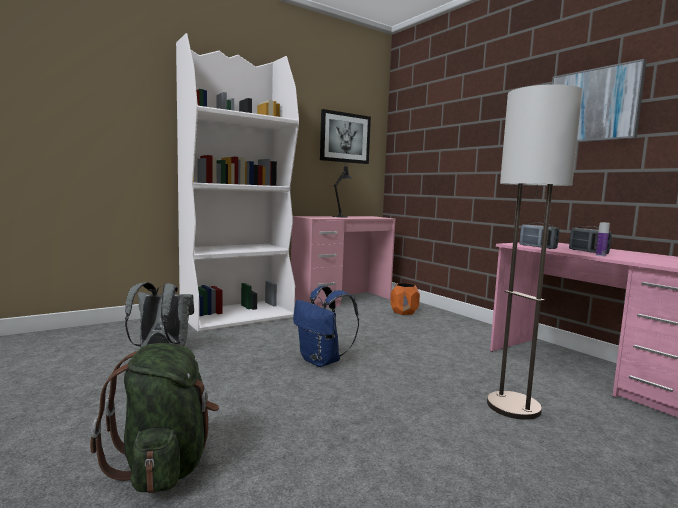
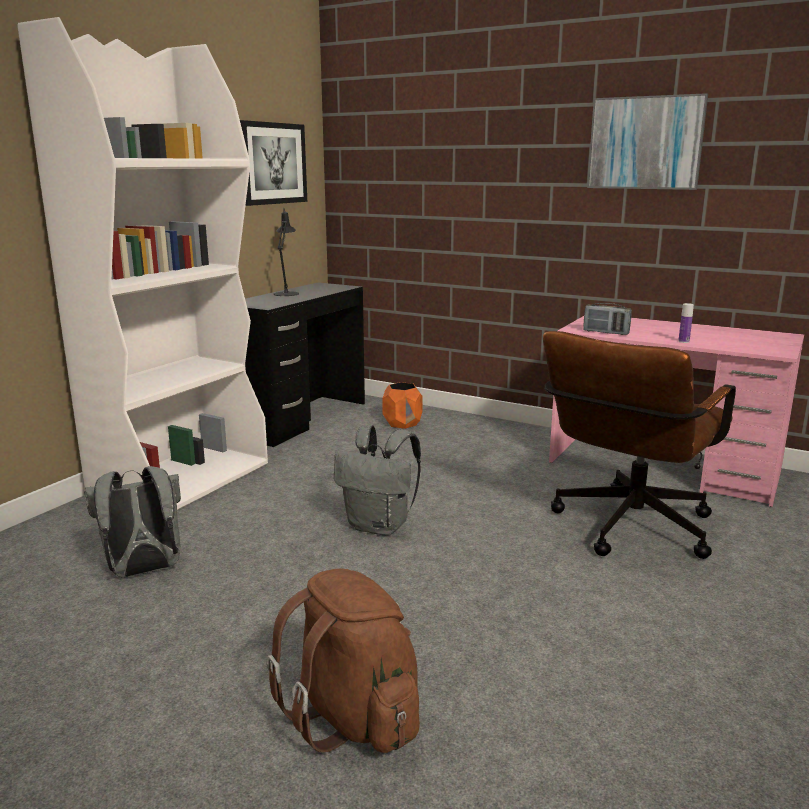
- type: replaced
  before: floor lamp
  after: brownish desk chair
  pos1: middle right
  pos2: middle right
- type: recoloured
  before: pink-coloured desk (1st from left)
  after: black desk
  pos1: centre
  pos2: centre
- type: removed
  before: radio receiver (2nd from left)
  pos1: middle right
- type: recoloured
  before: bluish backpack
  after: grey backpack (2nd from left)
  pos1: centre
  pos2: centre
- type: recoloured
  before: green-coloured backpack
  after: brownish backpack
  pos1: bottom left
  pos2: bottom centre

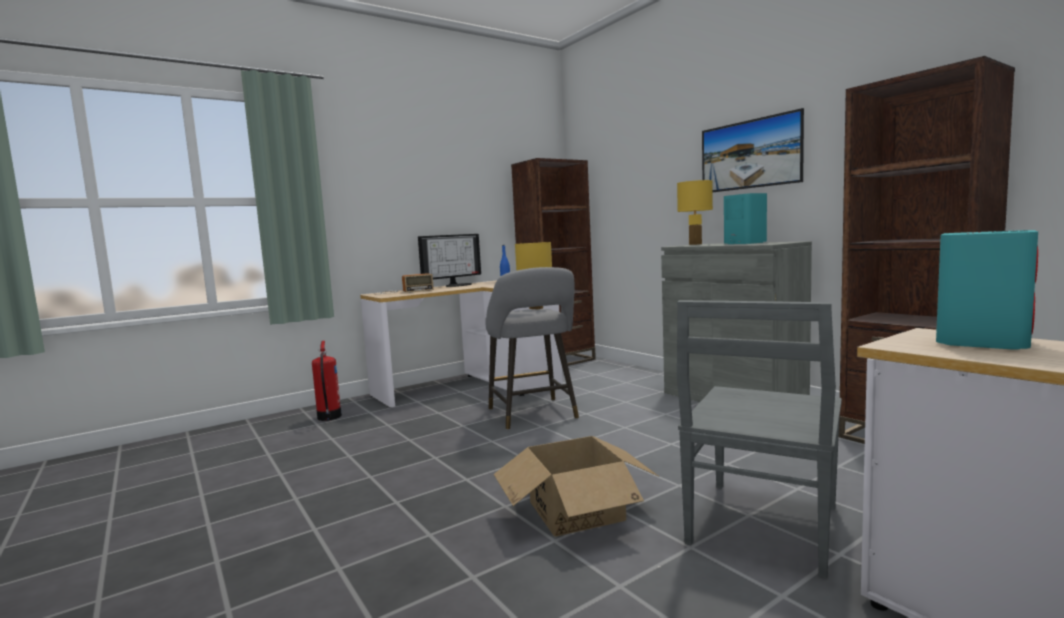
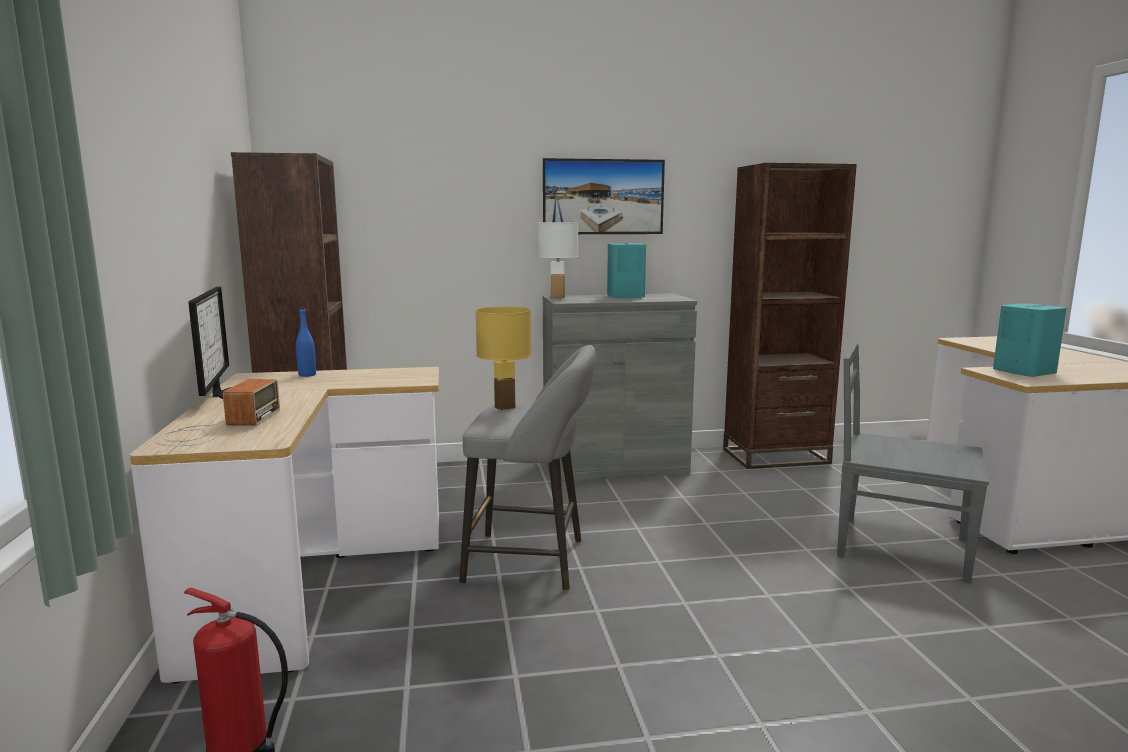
- type: recoloured
  before: yellow-coloured tabletop lamp (2nd from left)
  after: whitish tabletop lamp
  pos1: centre
  pos2: centre
- type: turned
  before: grey upright chair
  pos1: bottom right
  pos2: middle right
  turn: 150
- type: removed
  before: cardboard box
  pos1: bottom centre

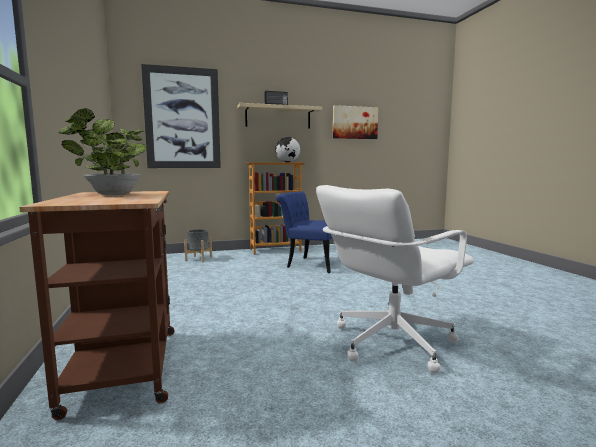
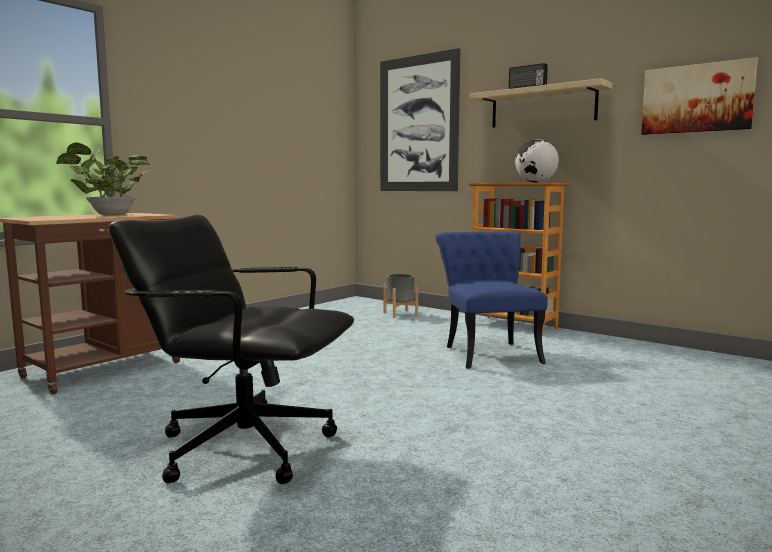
- type: recoloured
  before: whitish desk chair
  after: black desk chair
  pos1: centre
  pos2: middle left

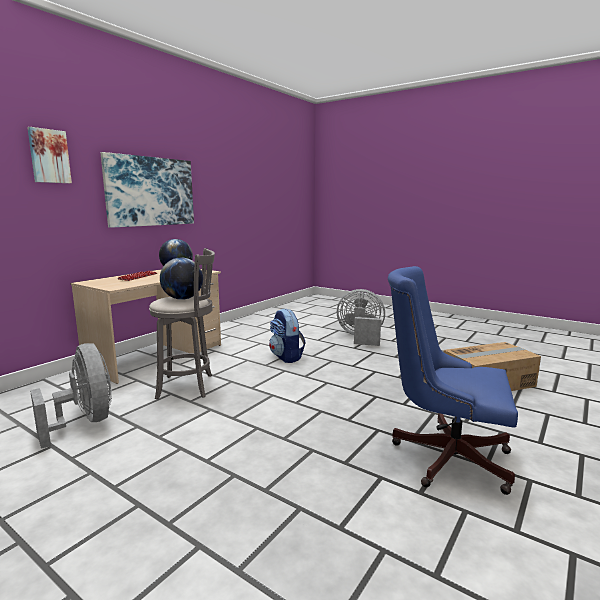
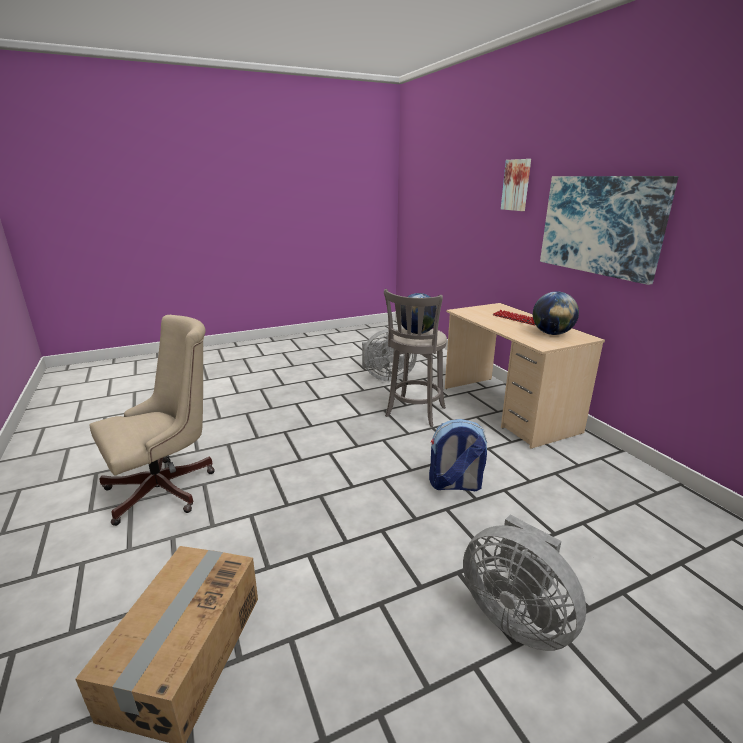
- type: recoloured
  before: bluish desk chair
  after: sand-coloured desk chair
  pos1: middle right
  pos2: middle left
- type: turned
  before: grey cooling fan (2nd from left)
  pos1: centre
  pos2: bottom right
  turn: 90

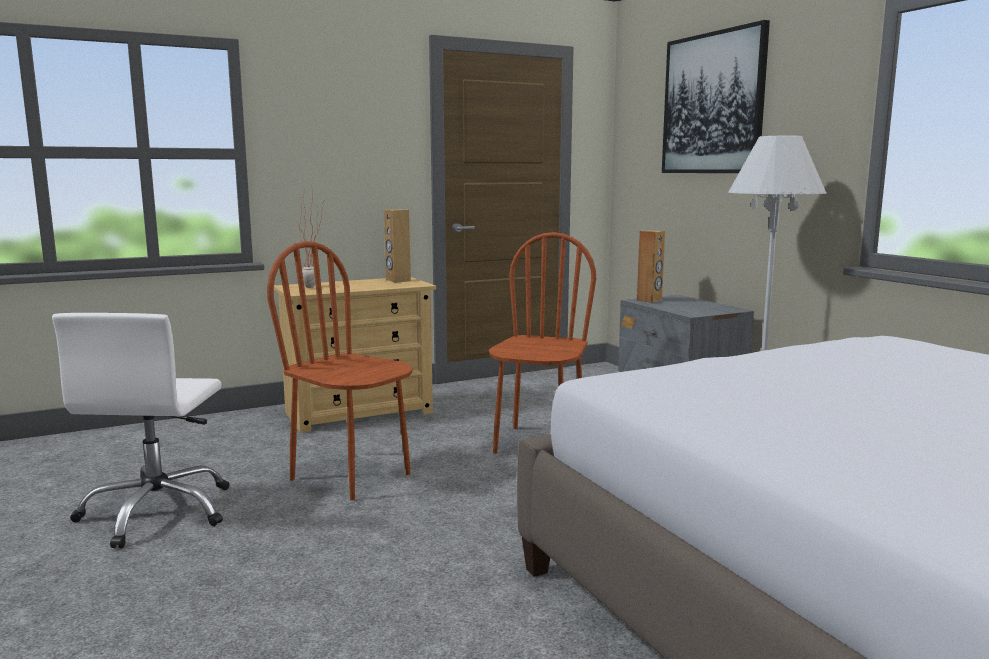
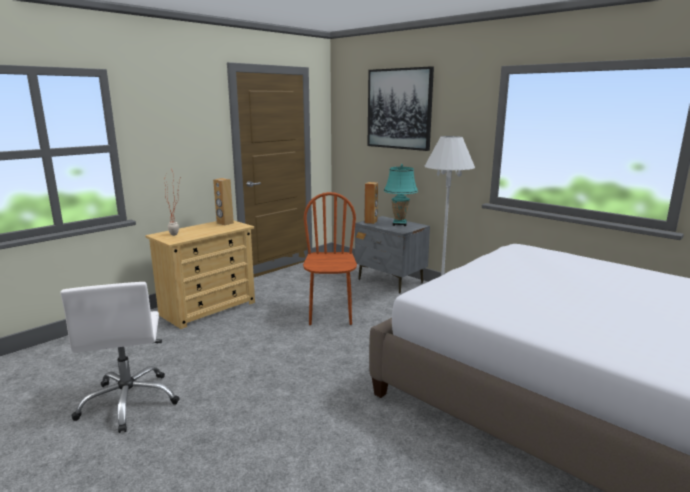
- type: removed
  before: brownish upright chair (1st from left)
  pos1: centre
- type: added
  after: turquoise-coloured tabletop lamp
  pos2: centre

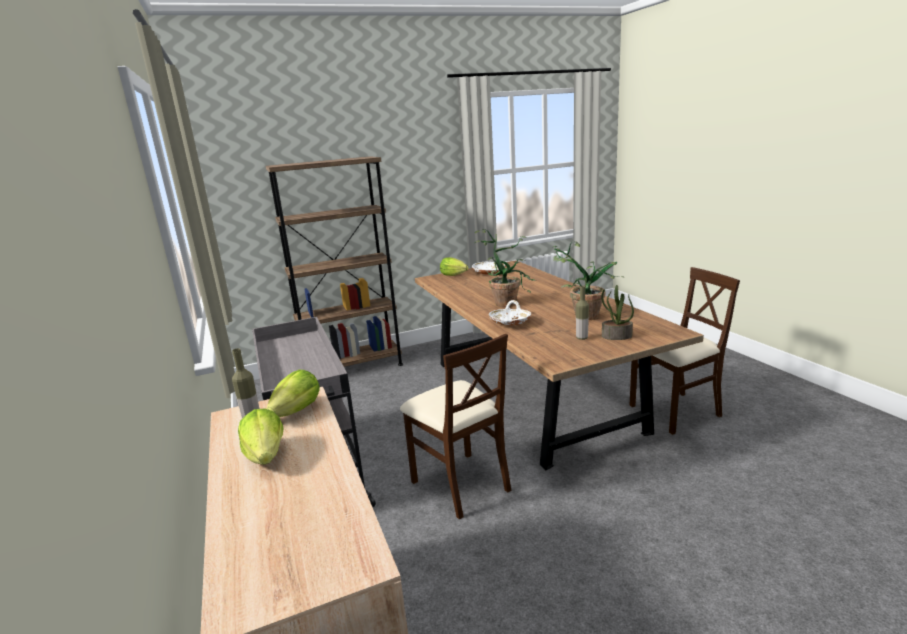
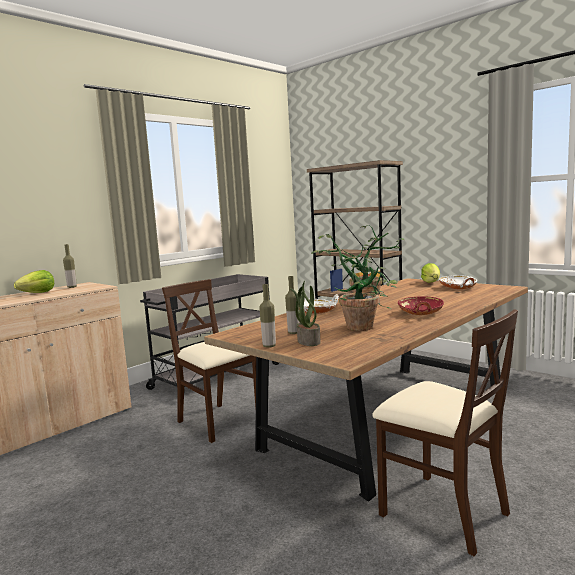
- type: turned
  before: sand-coloured upright chair (1st from left)
  pos1: bottom centre
  pos2: centre
  turn: 105
- type: removed
  before: lettuce (2nd from left)
  pos1: middle left
- type: added
  after: beverage bottle (2nd from left)
  pos2: centre
- type: added
  after: reddish deep dish
  pos2: middle right

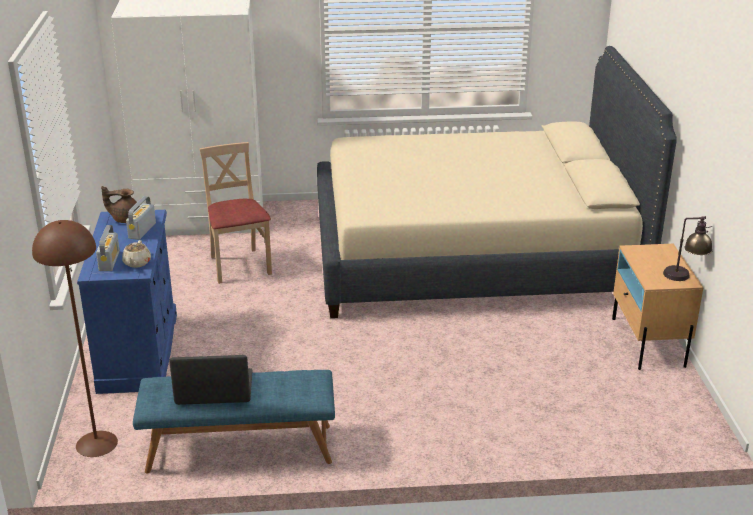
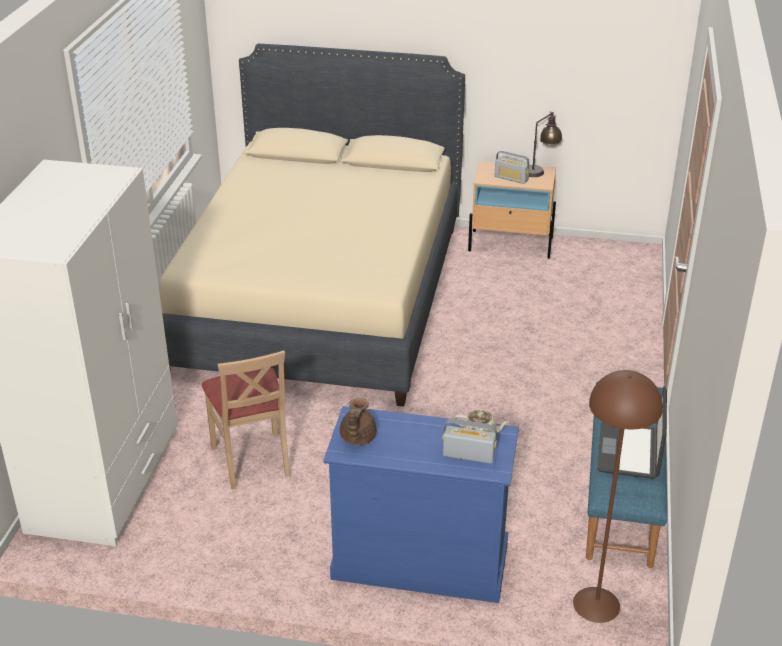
- type: turned
  before: sand-coloured upright chair
  pos1: middle left
  pos2: middle left
  turn: -105
- type: moved
  before: radio receiver (2nd from left)
  pos1: middle left
  pos2: top centre

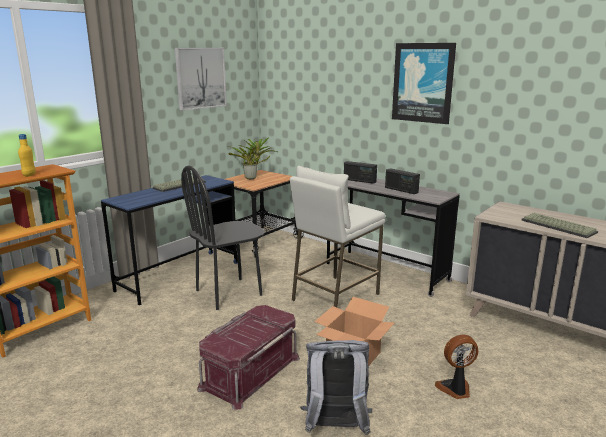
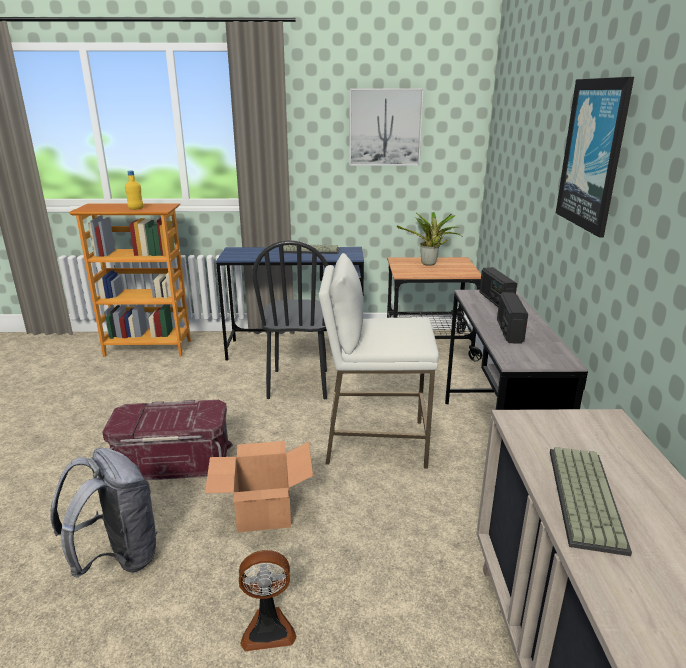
- type: turned
  before: black upright chair
  pos1: centre
  pos2: centre
  turn: -105
- type: turned
  before: cooling fan
  pos1: bottom right
  pos2: bottom centre
  turn: 135

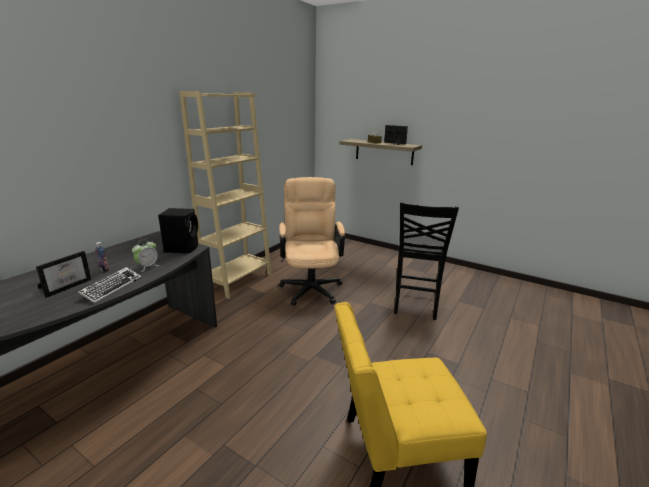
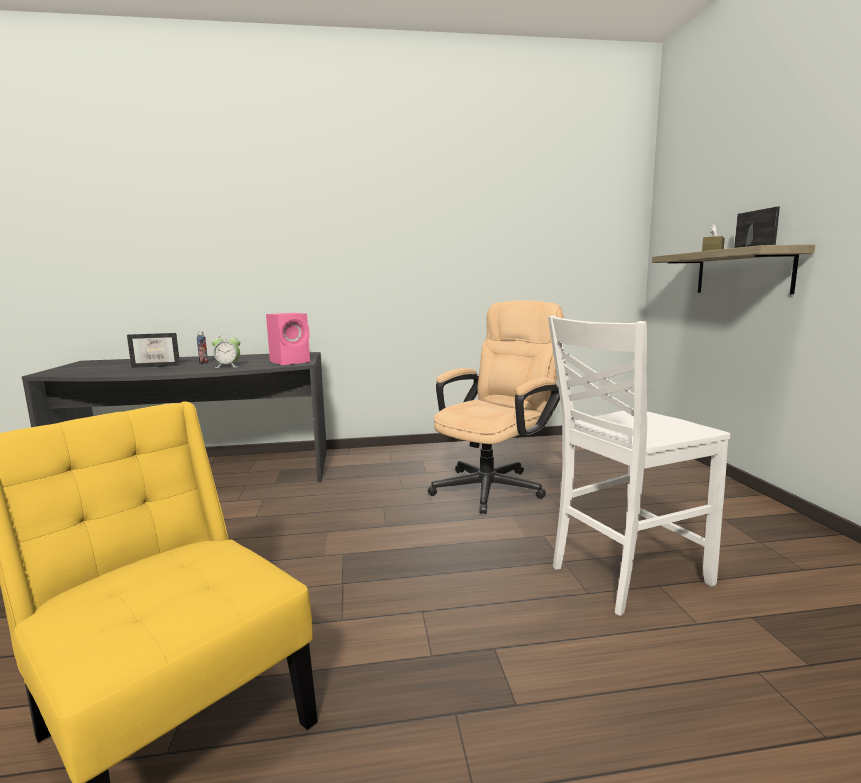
- type: removed
  before: sand-coloured shelving unit
  pos1: centre
- type: recoloured
  before: black upright chair
  after: whitish upright chair
  pos1: centre
  pos2: middle right
- type: recoloured
  before: black audio speaker
  after: pink-coloured audio speaker
  pos1: middle left
  pos2: centre
- type: removed
  before: computer keyboard
  pos1: middle left

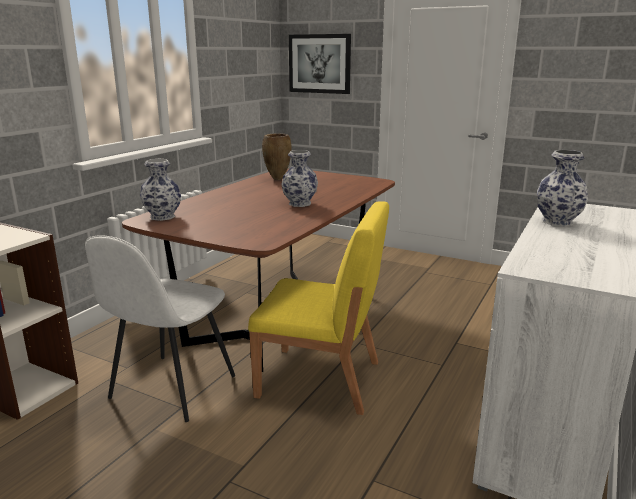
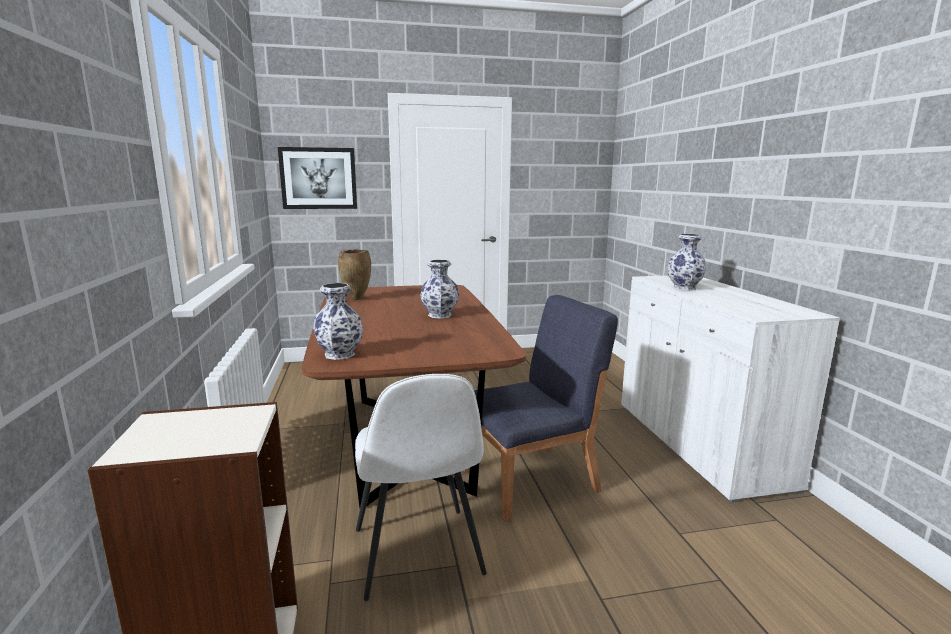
- type: recoloured
  before: yellow-coloured upright chair
  after: bluish upright chair
  pos1: centre
  pos2: centre

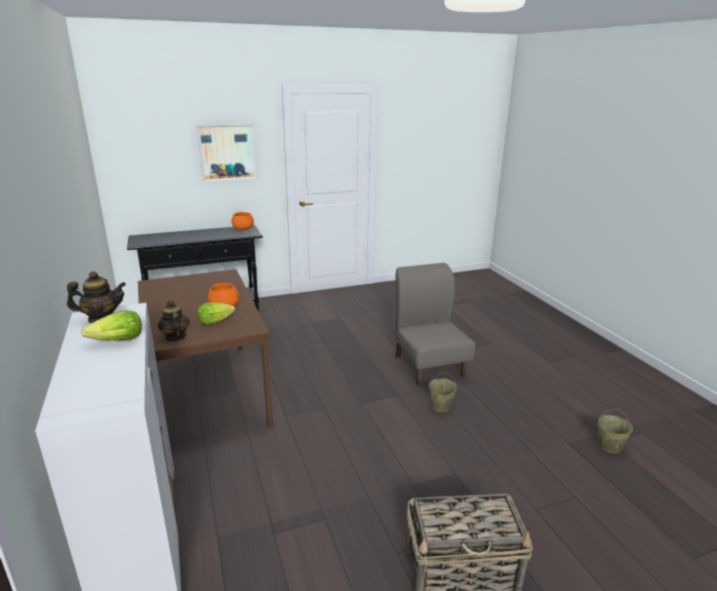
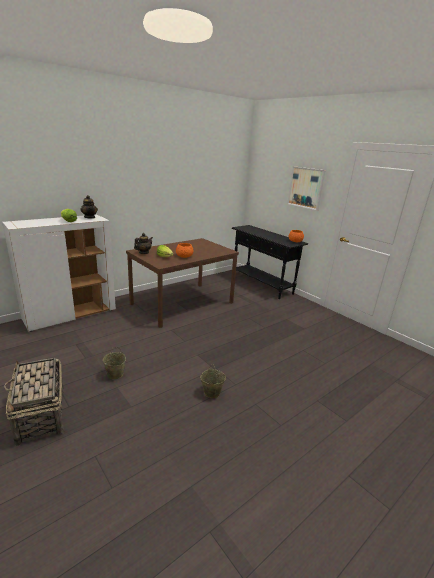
- type: removed
  before: grey upright chair
  pos1: centre
- type: moved
  before: sand-coloured pail (2nd from left in the first image)
  after: sand-coloured pail (1st from left)
  pos1: bottom right
  pos2: middle left

